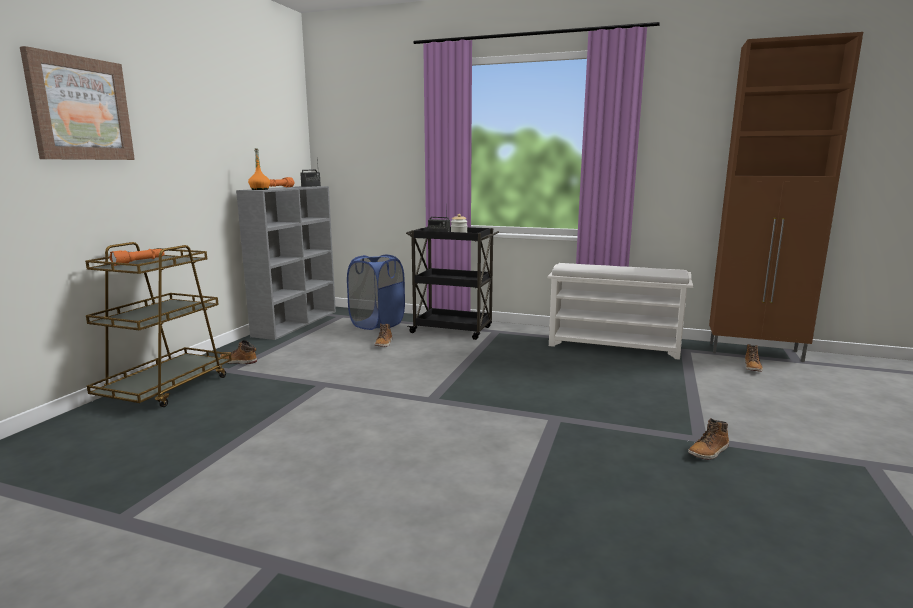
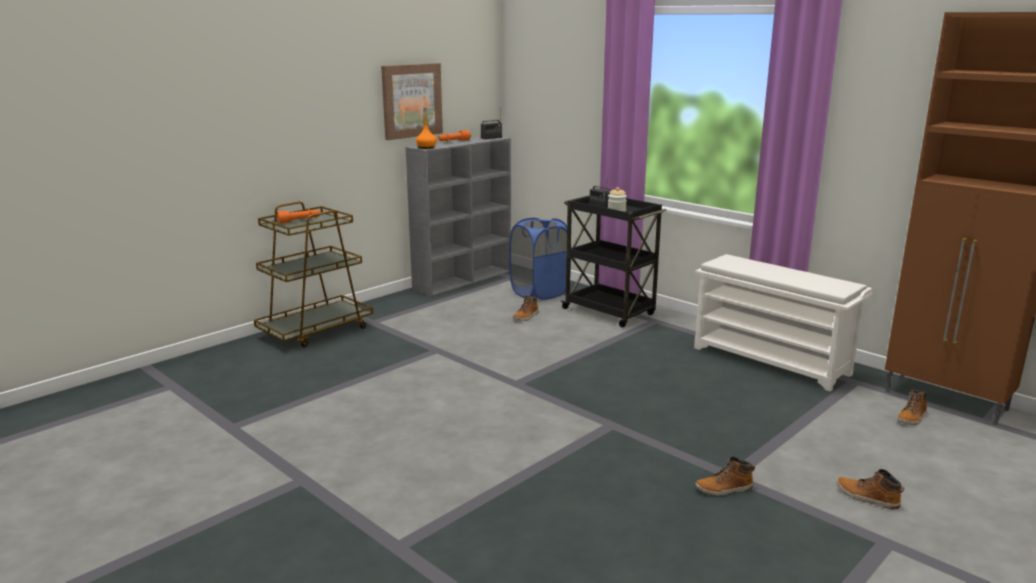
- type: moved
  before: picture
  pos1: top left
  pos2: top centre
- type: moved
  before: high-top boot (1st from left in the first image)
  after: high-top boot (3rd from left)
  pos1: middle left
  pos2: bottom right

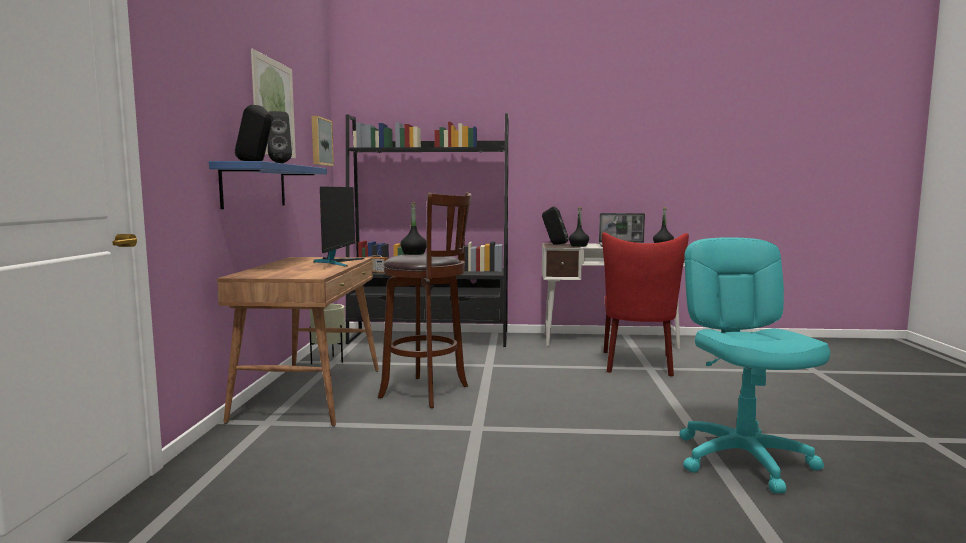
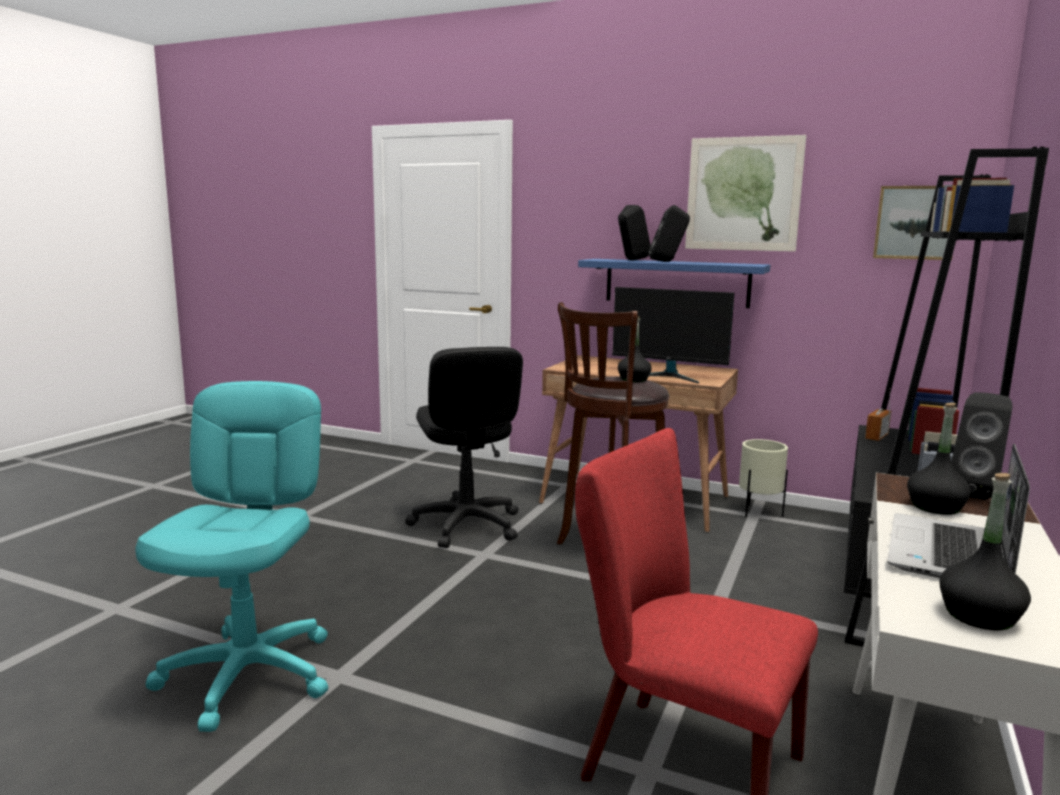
- type: turned
  before: turquoise-coloured desk chair
  pos1: bottom right
  pos2: bottom left
  turn: -105
- type: added
  after: black desk chair
  pos2: centre

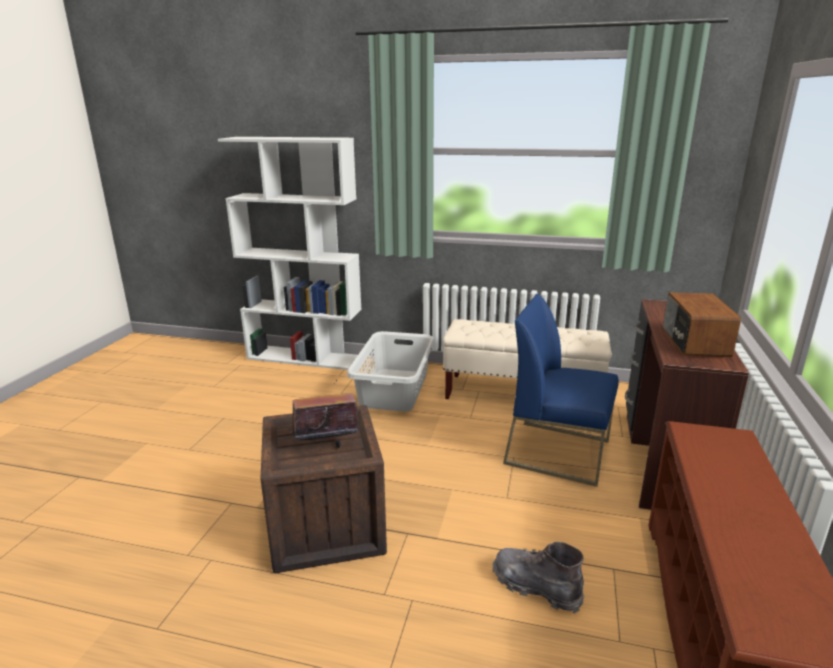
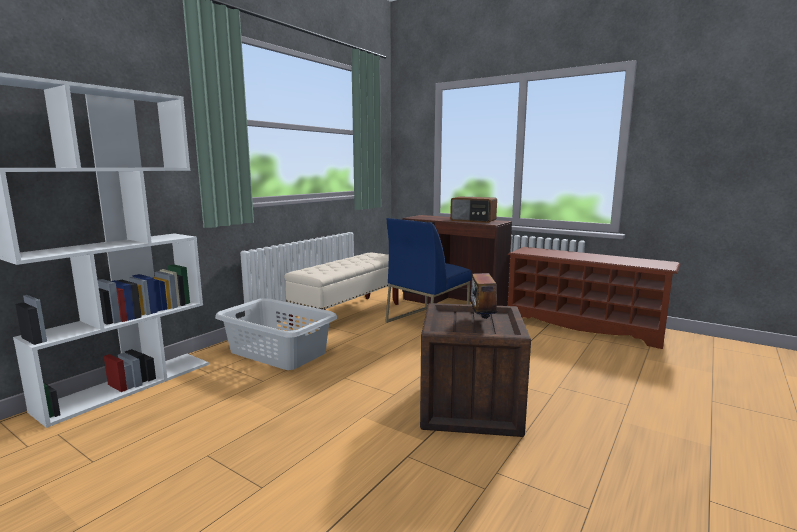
- type: removed
  before: grey high-top boot
  pos1: bottom centre

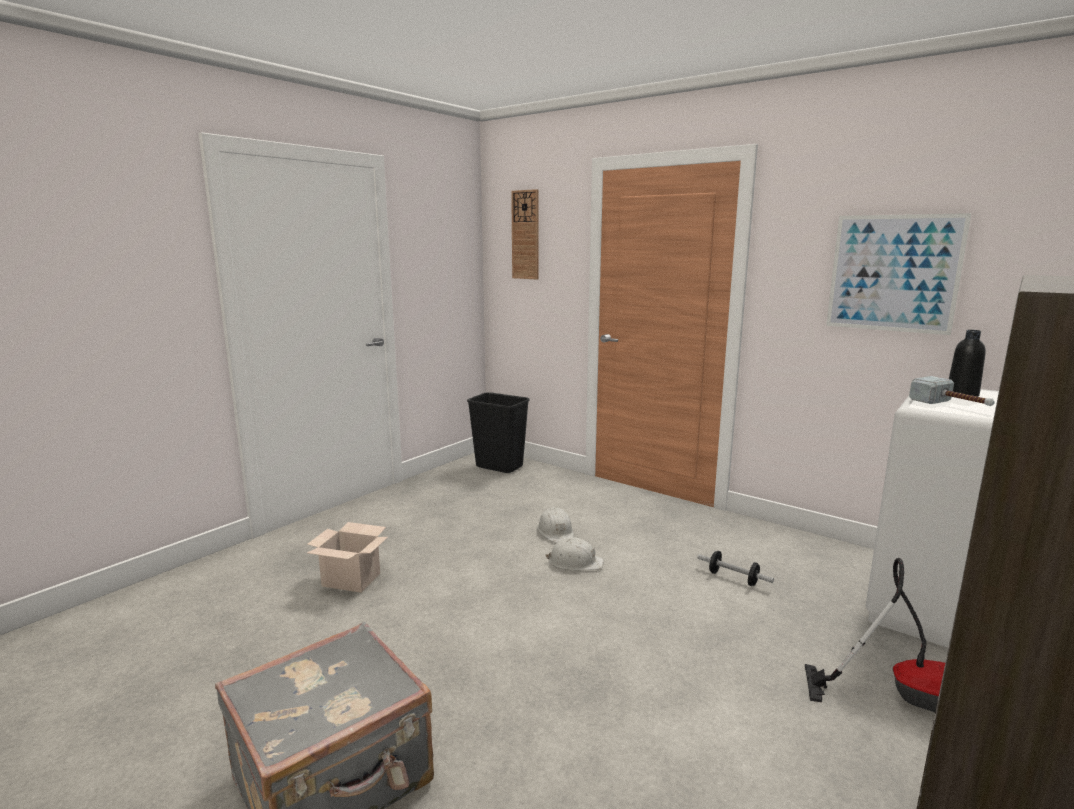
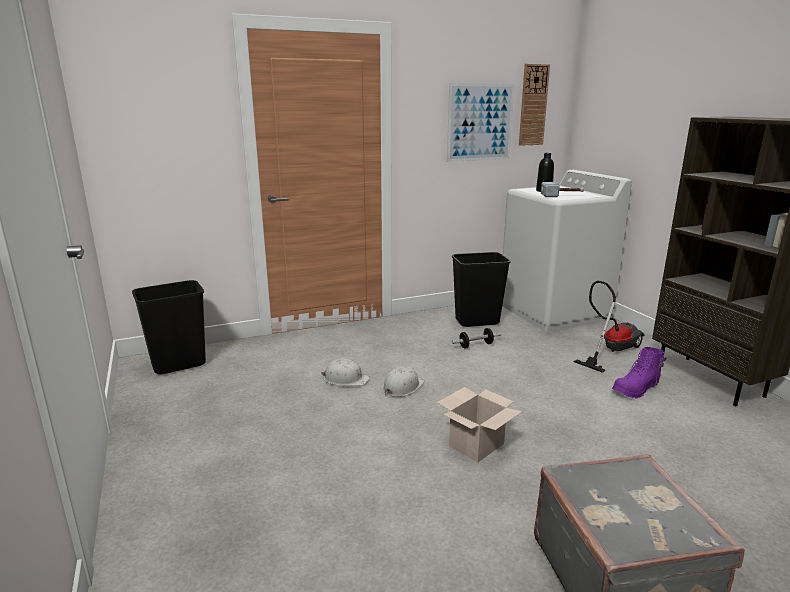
- type: moved
  before: hanging clock
  pos1: top centre
  pos2: top right
- type: moved
  before: cardboard box
  pos1: bottom left
  pos2: bottom centre
- type: added
  after: black rubbish bin (2nd from left)
  pos2: centre
- type: added
  after: purple high-top boot
  pos2: middle right

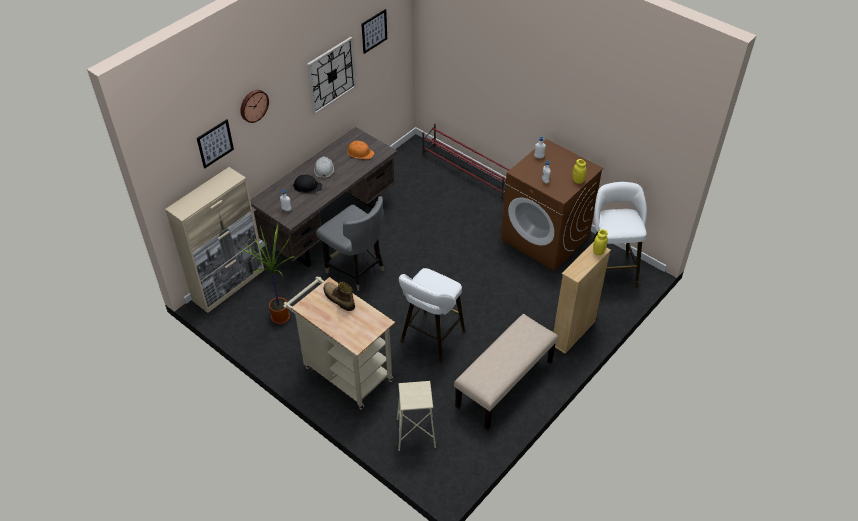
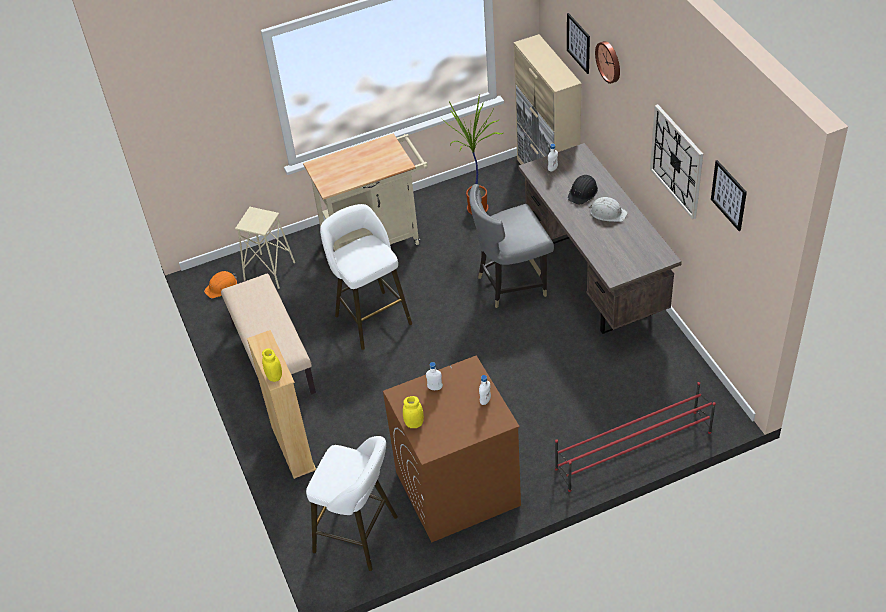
- type: moved
  before: orange-coloured hard hat
  pos1: top centre
  pos2: middle left
- type: removed
  before: high-top boot
  pos1: centre

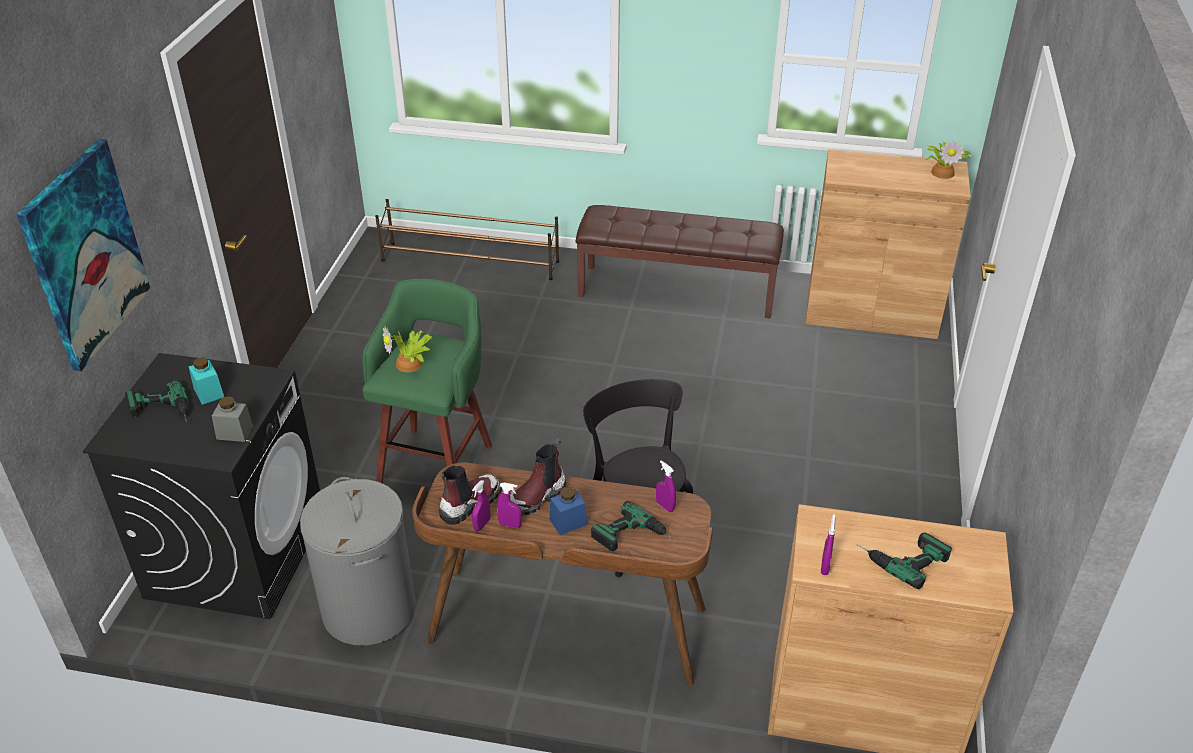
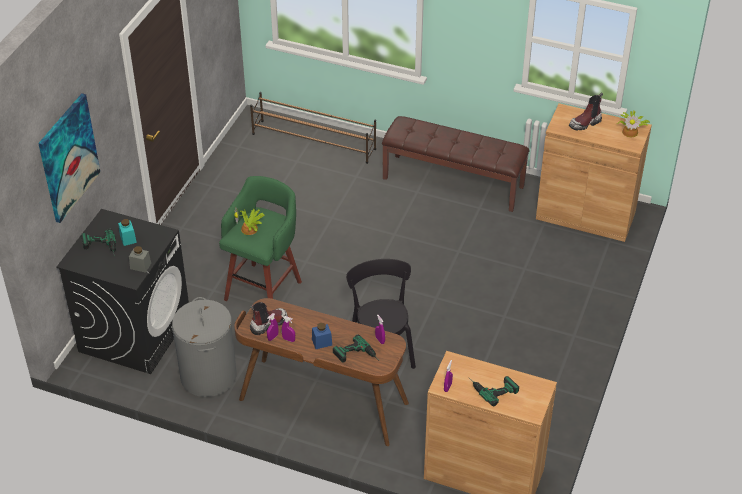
- type: moved
  before: high-top boot (2nd from left)
  pos1: centre
  pos2: top right

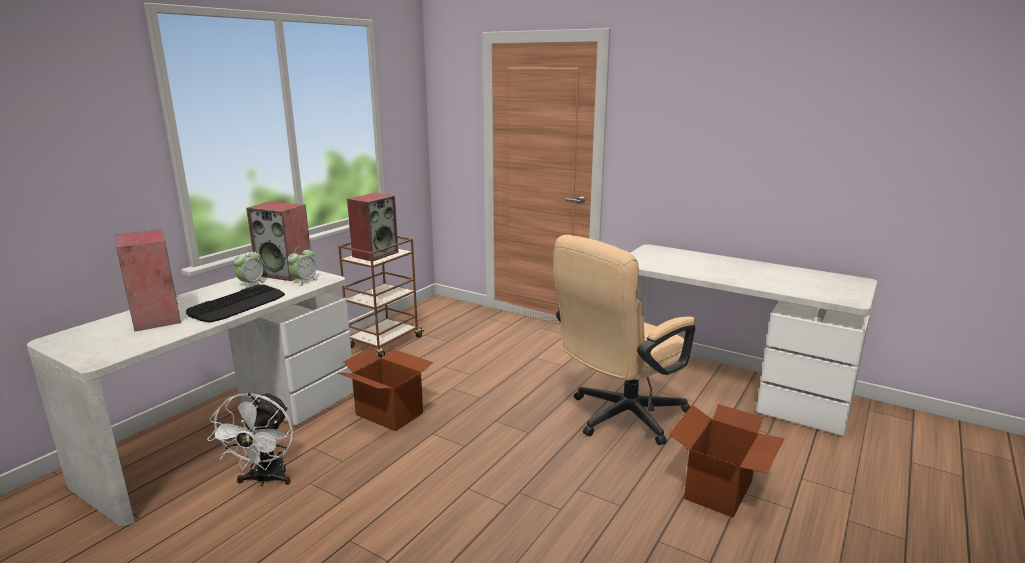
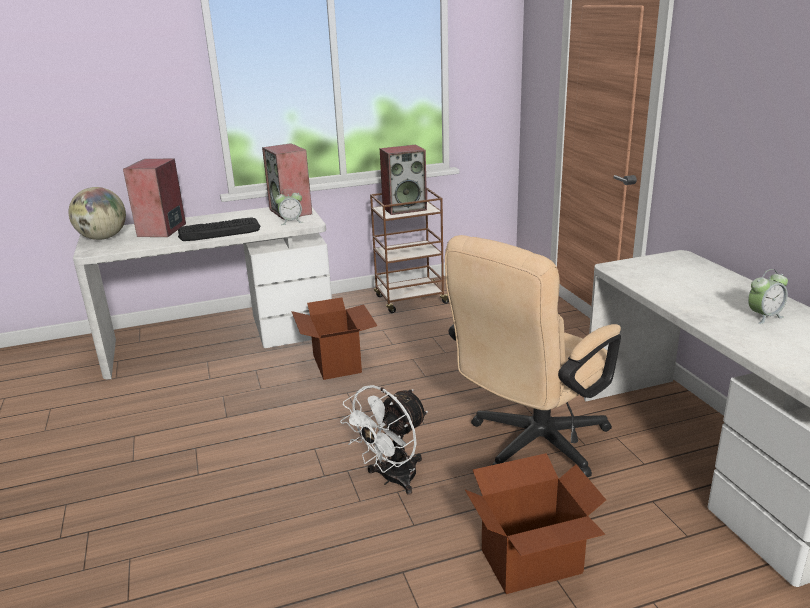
- type: turned
  before: sand-coloured desk chair
  pos1: centre
  pos2: centre
  turn: -45
- type: moved
  before: alarm clock (1st from left in the first image)
  after: alarm clock (2nd from left)
  pos1: middle left
  pos2: middle right
- type: moved
  before: whitish cooling fan
  pos1: bottom left
  pos2: bottom centre
- type: added
  after: desk globe
  pos2: middle left

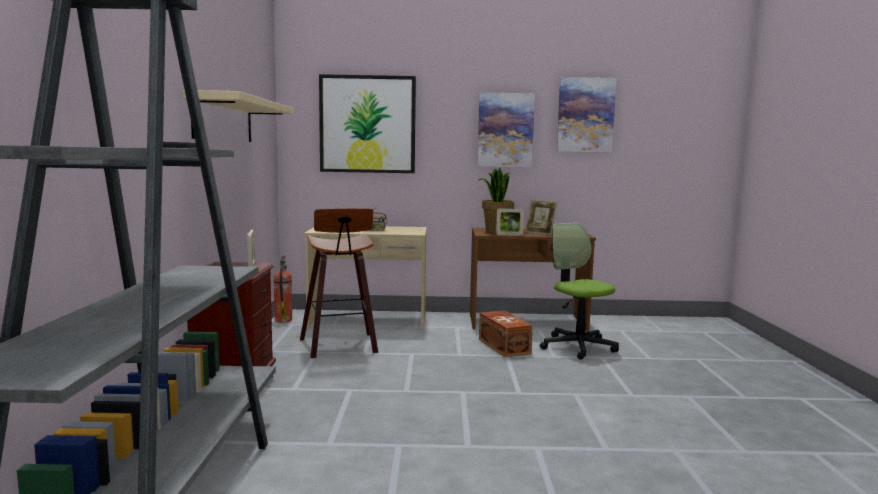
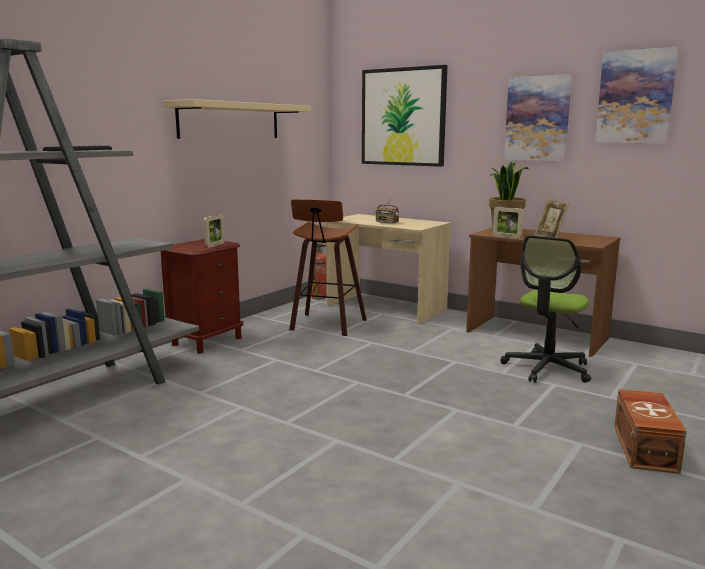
- type: turned
  before: desk chair
  pos1: centre
  pos2: middle right
  turn: -150
- type: moved
  before: brownish storage box
  pos1: bottom centre
  pos2: bottom right

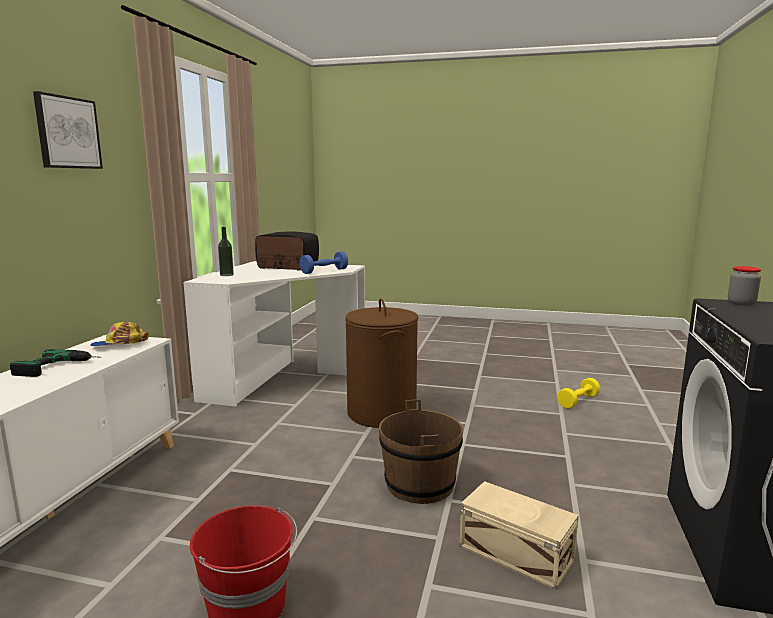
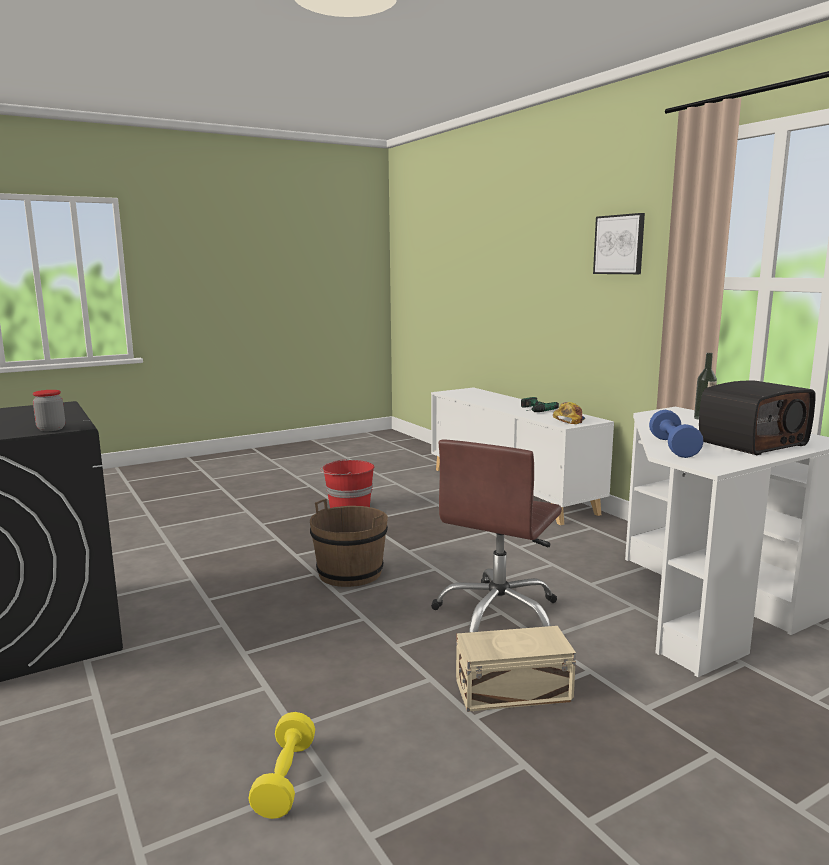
- type: replaced
  before: brownish washing basket
  after: brownish desk chair
  pos1: centre
  pos2: centre
- type: moved
  before: sand-coloured storage box
  pos1: bottom right
  pos2: bottom centre

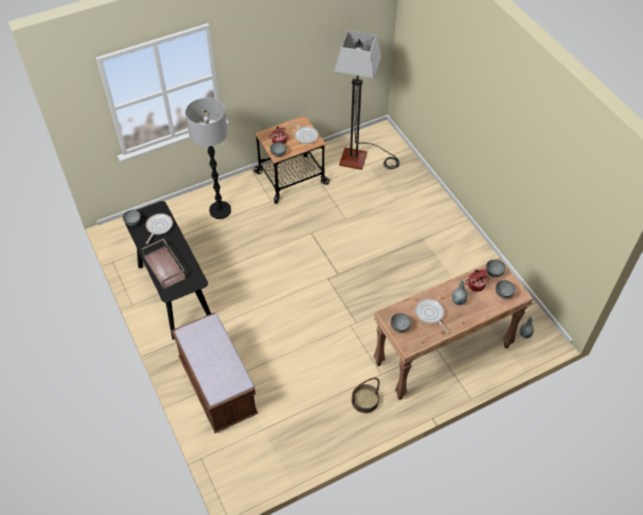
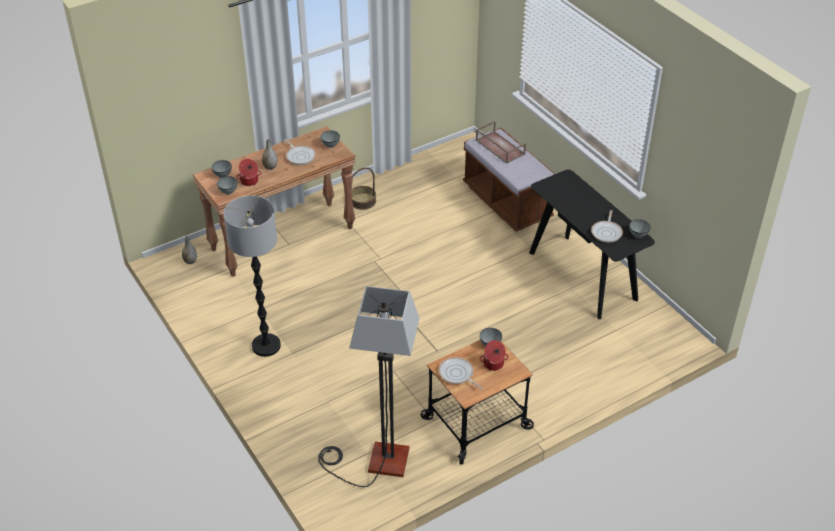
- type: moved
  before: floor lamp (1st from left)
  pos1: top left
  pos2: middle left
- type: moved
  before: brownish tray
  pos1: middle left
  pos2: top centre

